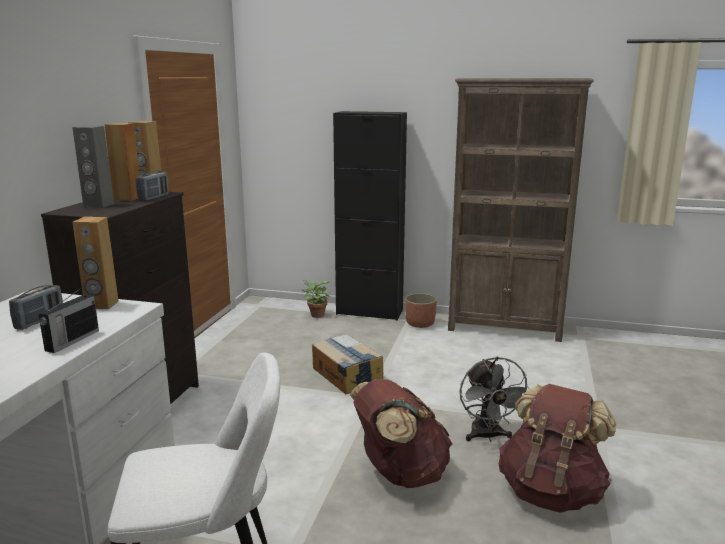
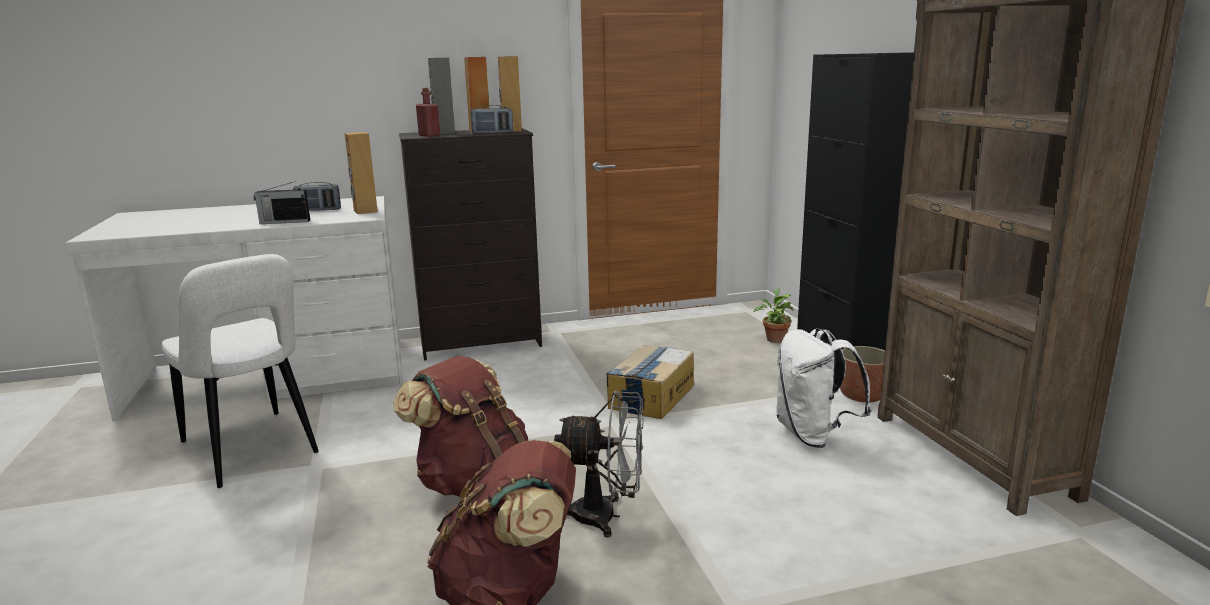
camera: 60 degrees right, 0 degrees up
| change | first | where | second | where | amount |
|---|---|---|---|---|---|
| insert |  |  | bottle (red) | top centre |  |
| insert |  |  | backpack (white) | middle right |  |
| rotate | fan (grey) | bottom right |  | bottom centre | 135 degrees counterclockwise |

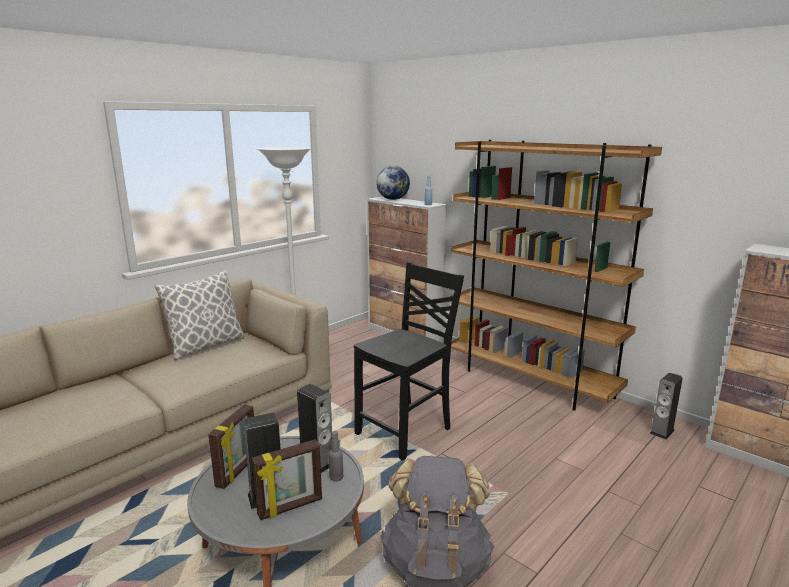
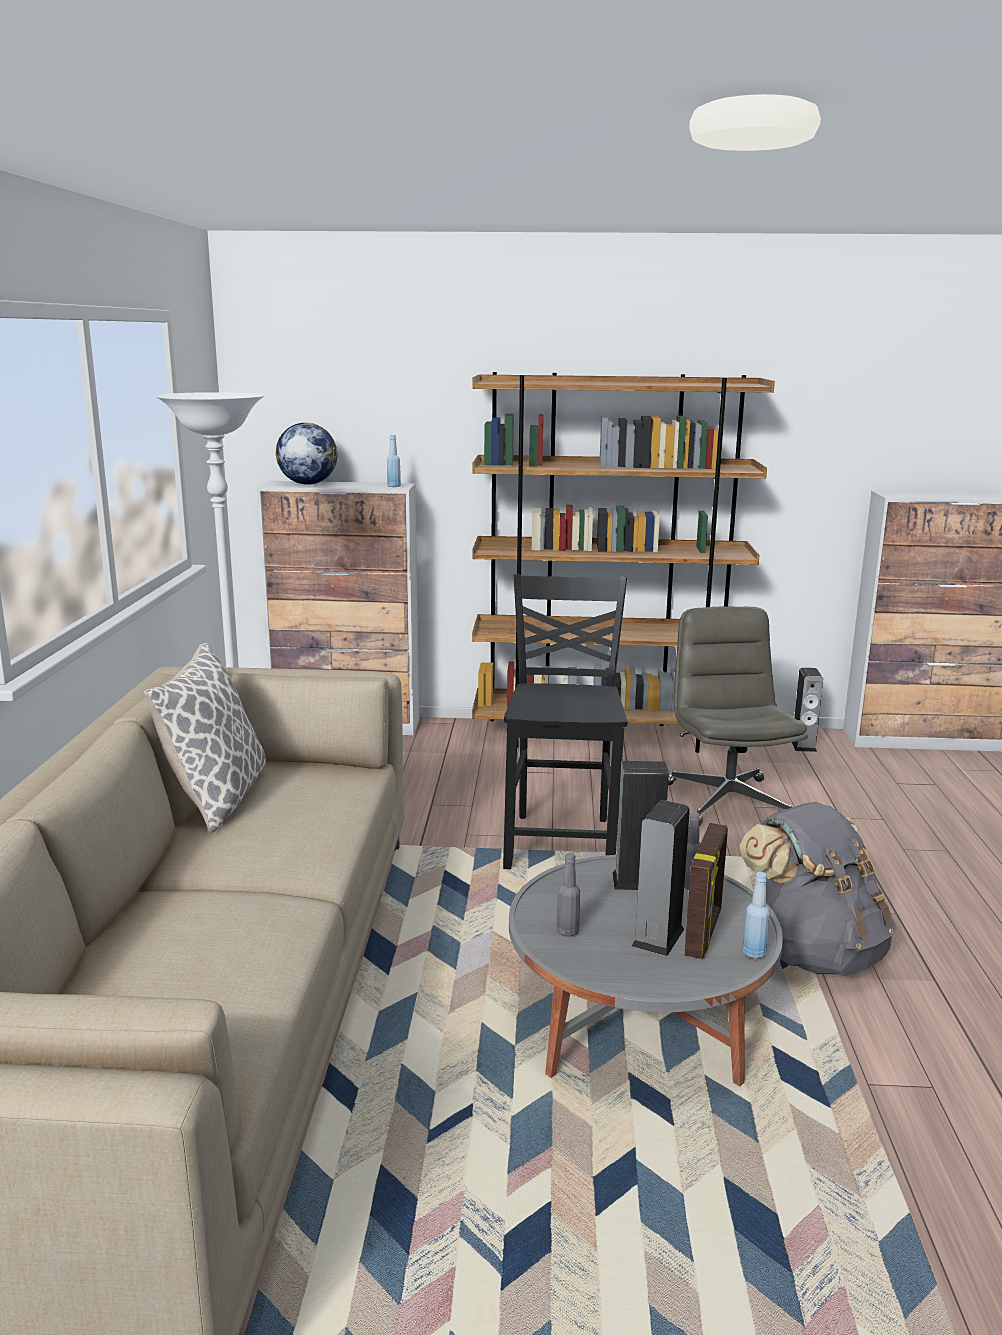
camera: 40 degrees left, 0 degrees up
| change | first | where | second | where | amount |
|---|---|---|---|---|---|
| insert |  |  | office chair (grey) | middle right |  |
| insert |  |  | bottle (blue) (2nd from left) | bottom right |  |
| replace | picture frame (1st from left) | bottom left | bottle (grey) (1st from left) | bottom centre |  |

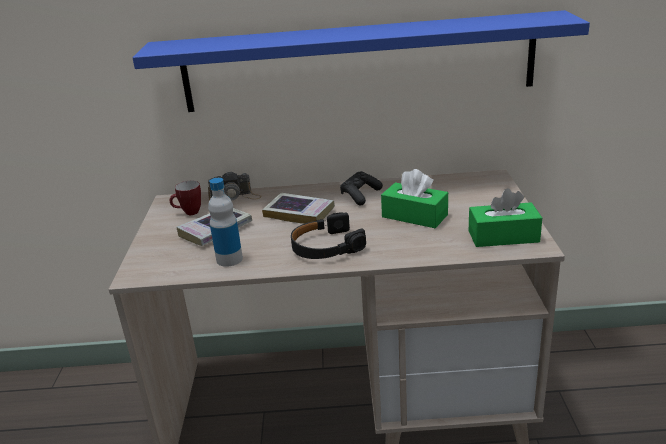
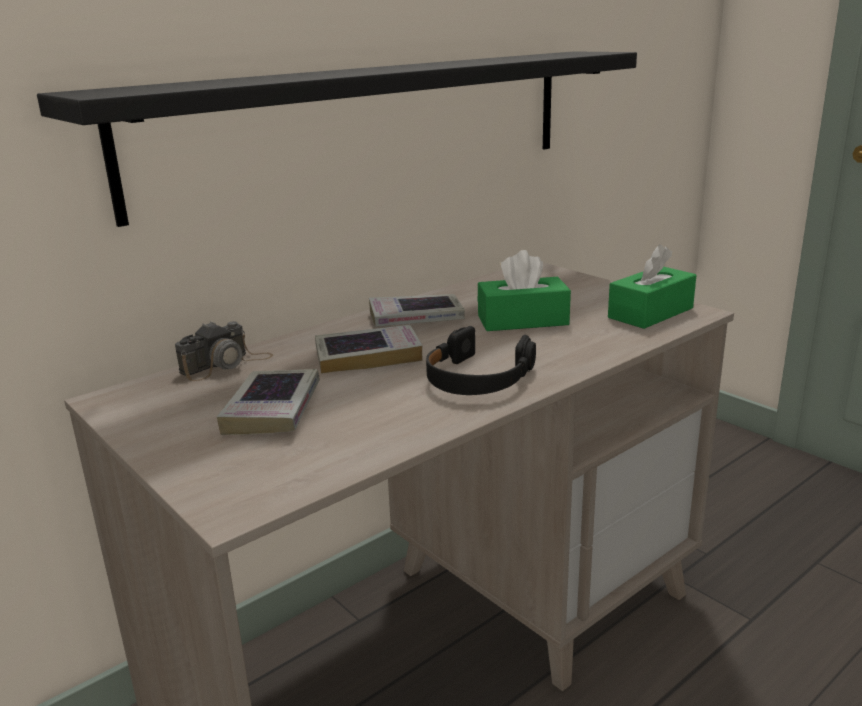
camera: 40 degrees left, 5 degrees down
| change | first | where | second | where | amount |
|---|---|---|---|---|---|
| delete | mug | middle left |  |  |  |
| delete | bottle | centre |  |  |  |
| replace | game controller (black) | centre | book (3rd from left) | centre |  |
| recolor | shelf (blue) | top centre | shelf (black) | top centre |  |

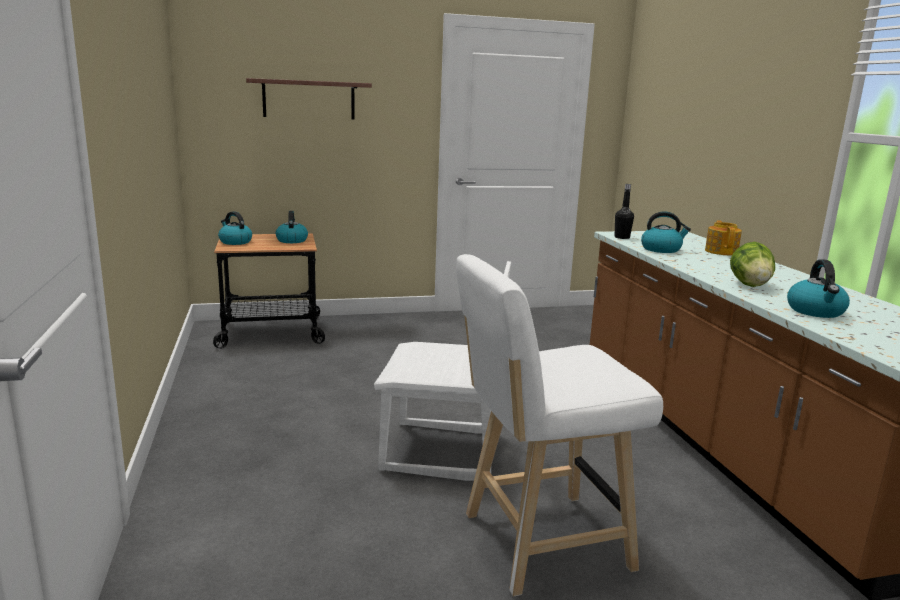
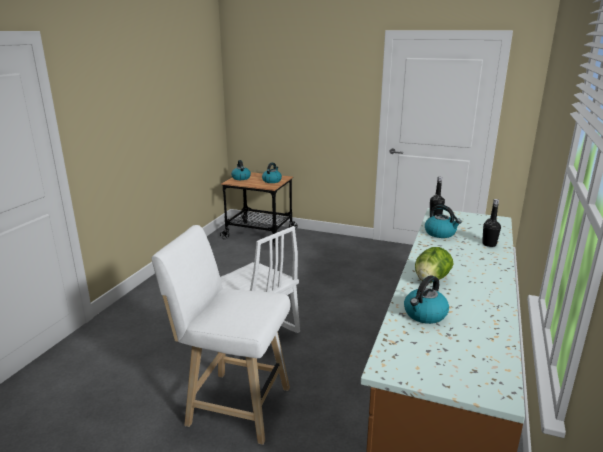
camera: 35 degrees right, 5 degrees up
| change | first | where | second | where | amount |
|---|---|---|---|---|---|
| delete | shelf | top centre |  |  |  |
| replace | teapot | middle right | bottle (black) (2nd from left) | middle right |  |

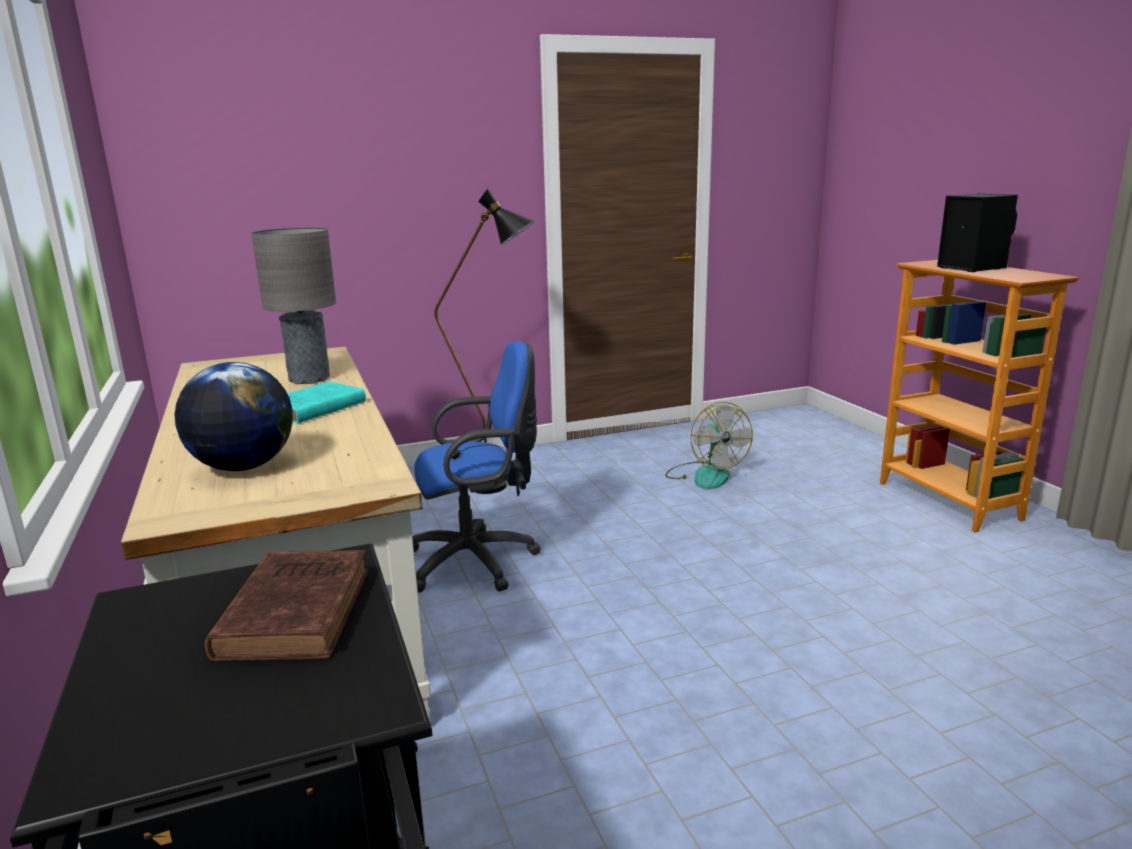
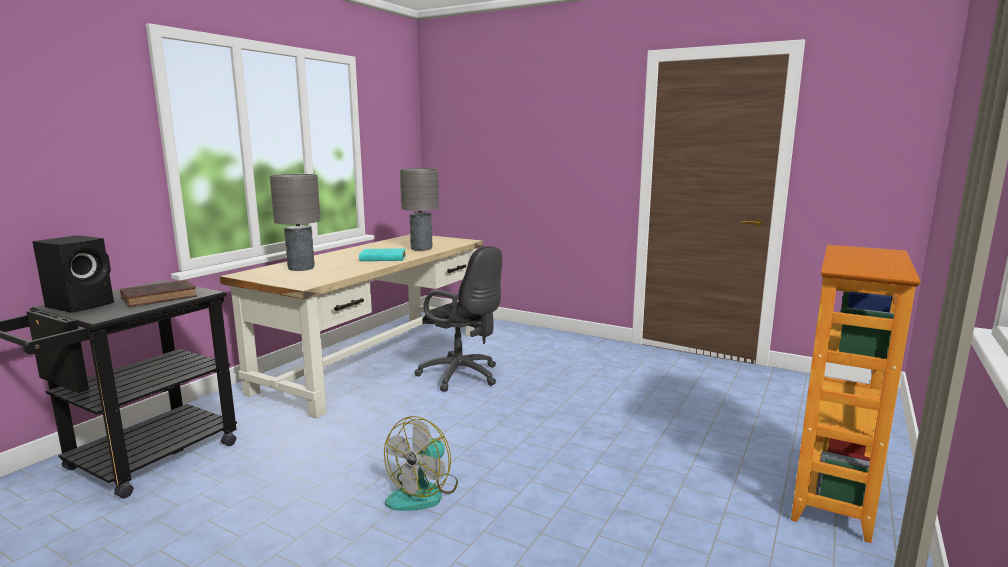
camera: 50 degrees right, 5 degrees down
| change | first | where | second | where | amount |
|---|---|---|---|---|---|
| delete | floor lamp (black) | centre |  |  |  |
| move | fan | centre |  | bottom centre |  |
| move | speaker (black) | top right |  | middle left |  |
| replace | globe | middle left | table lamp (grey) (1st from left) | middle left |  |
| recolor | office chair (blue) | centre | office chair (black) | centre |  |

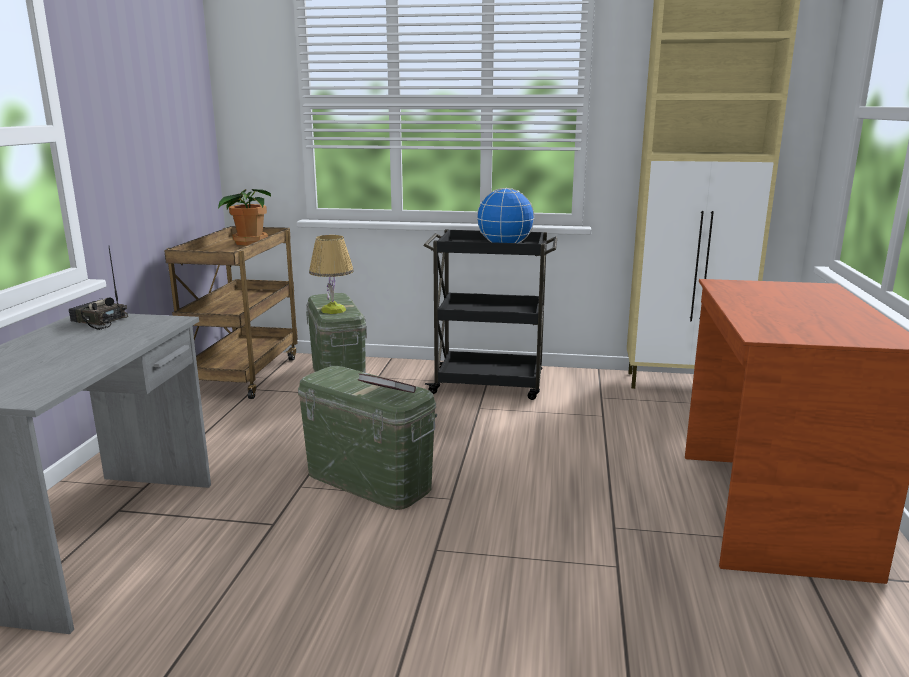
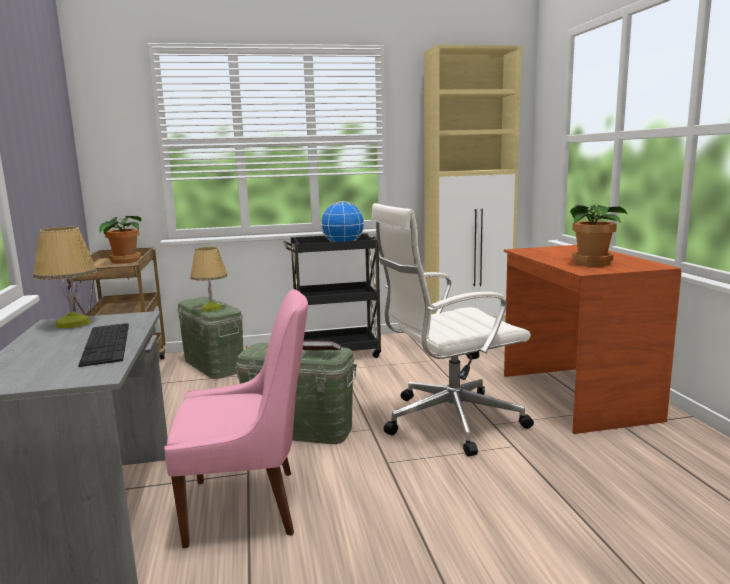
camera: 20 degrees left, 5 degrees down
| change | first | where | second | where | amount |
|---|---|---|---|---|---|
| insert |  |  | keyboard | middle left |  |
| insert |  |  | chair (pink) | bottom left |  |
| insert |  |  | office chair (white) | centre |  |
| insert |  |  | potted plant (2nd from left) | middle right |  |
| replace | radio | middle left | table lamp (1st from left) | middle left |  |

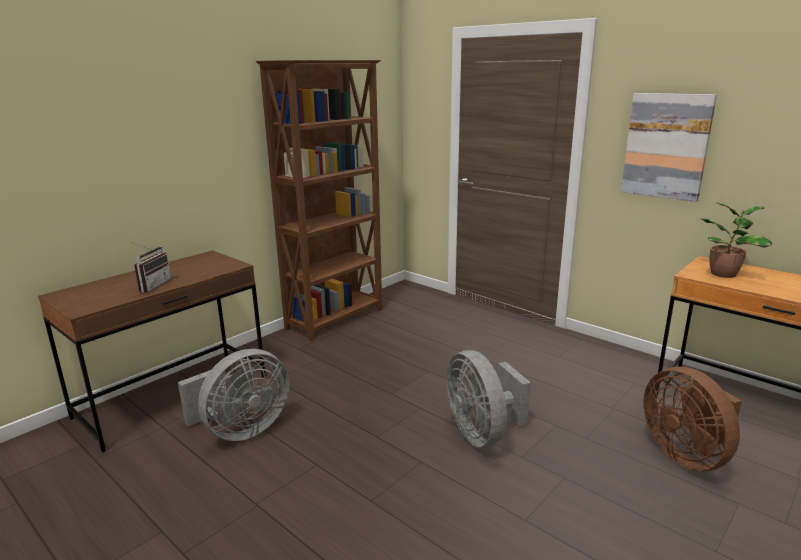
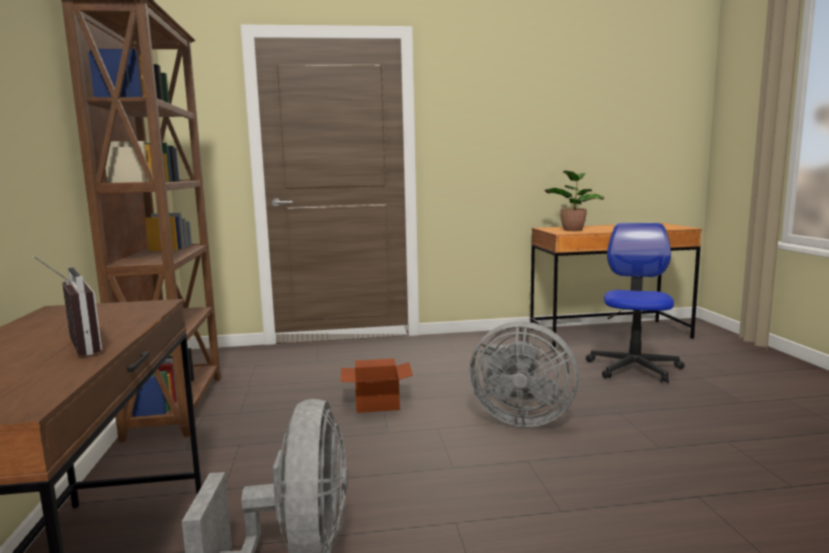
camera: 50 degrees left, 10 degrees down
| change | first | where | second | where | amount |
|---|---|---|---|---|---|
| delete | picture | top right |  |  |  |
| insert |  |  | cardboard box | bottom centre |  |
| replace | fan (brown) | bottom right | office chair | middle right |  |

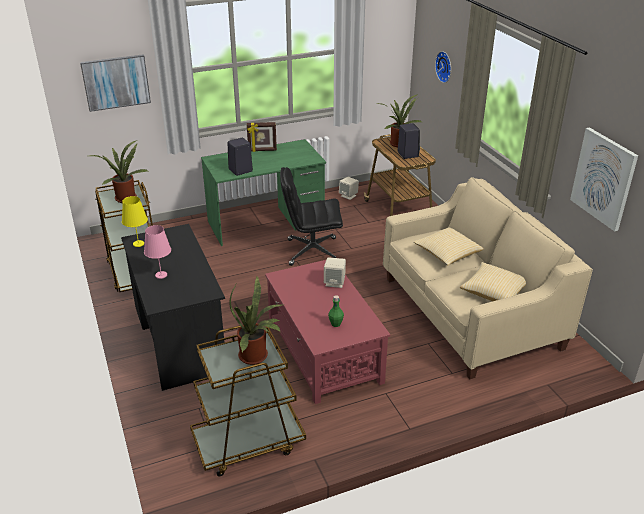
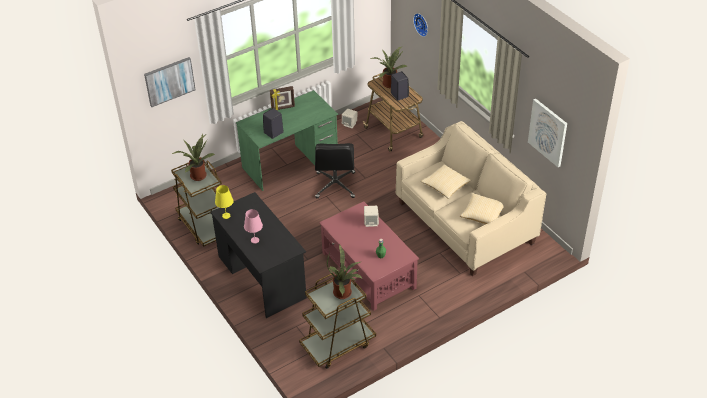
camera: 10 degrees left, 10 degrees up
| change | first | where | second | where | amount |
|---|---|---|---|---|---|
| rotate | office chair (black) | centre |  | centre | 75 degrees counterclockwise |

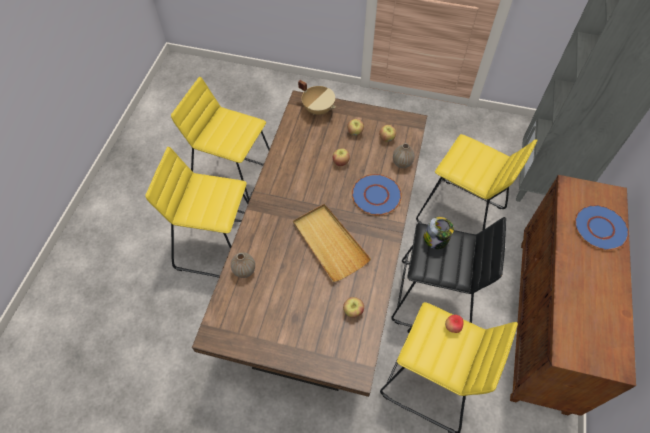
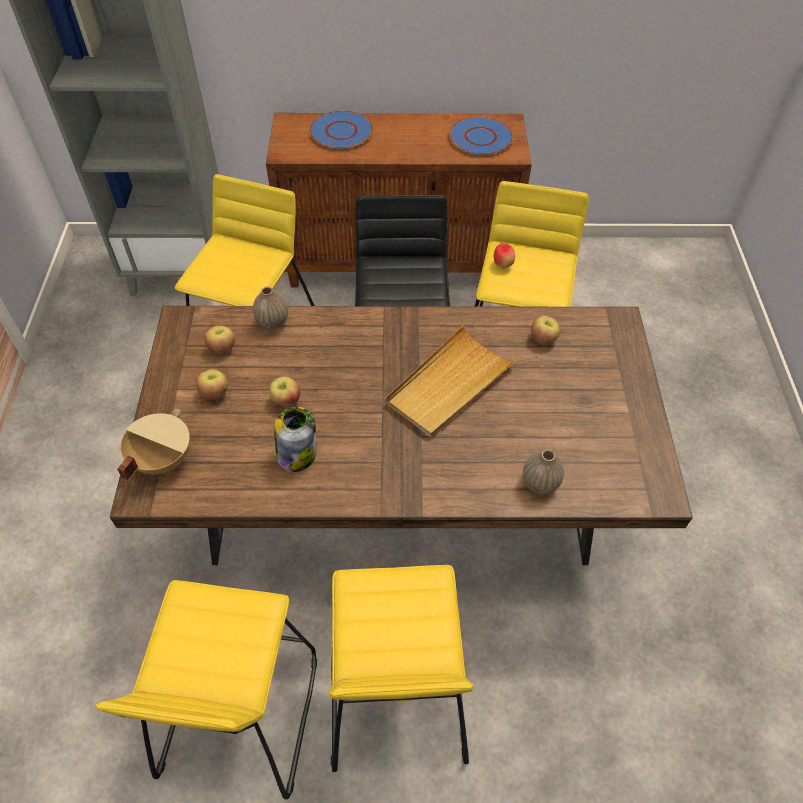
camera: 105 degrees left, 5 degrees down
| change | first | where | second | where | amount |
|---|---|---|---|---|---|
| move | plate (blue) (1st from left in the first image) | centre | plate (blue) (2nd from left) | top centre |  |
| move | jar | middle right |  | centre |  |

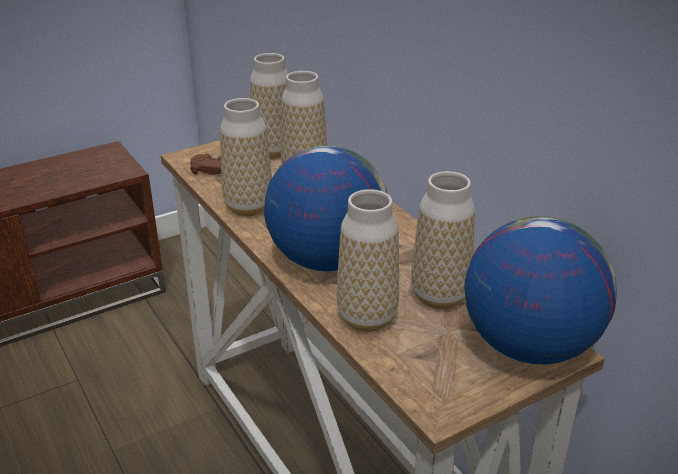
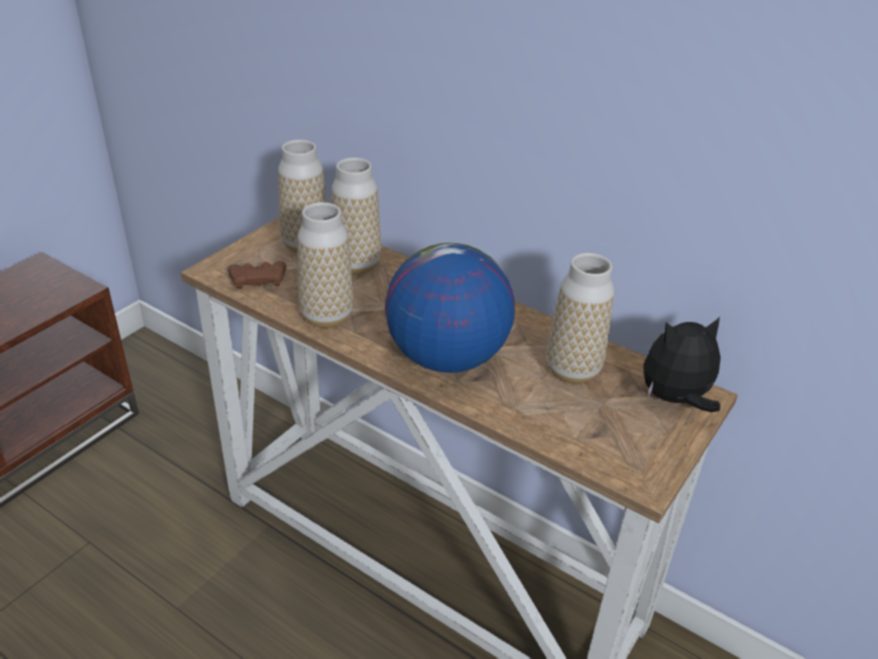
camera: 25 degrees left, 5 degrees up
| change | first | where | second | where | amount |
|---|---|---|---|---|---|
| delete | vase (4th from left) | centre |  |  |  |
| replace | globe (2nd from left) | middle right | plush toy | middle right |  |

